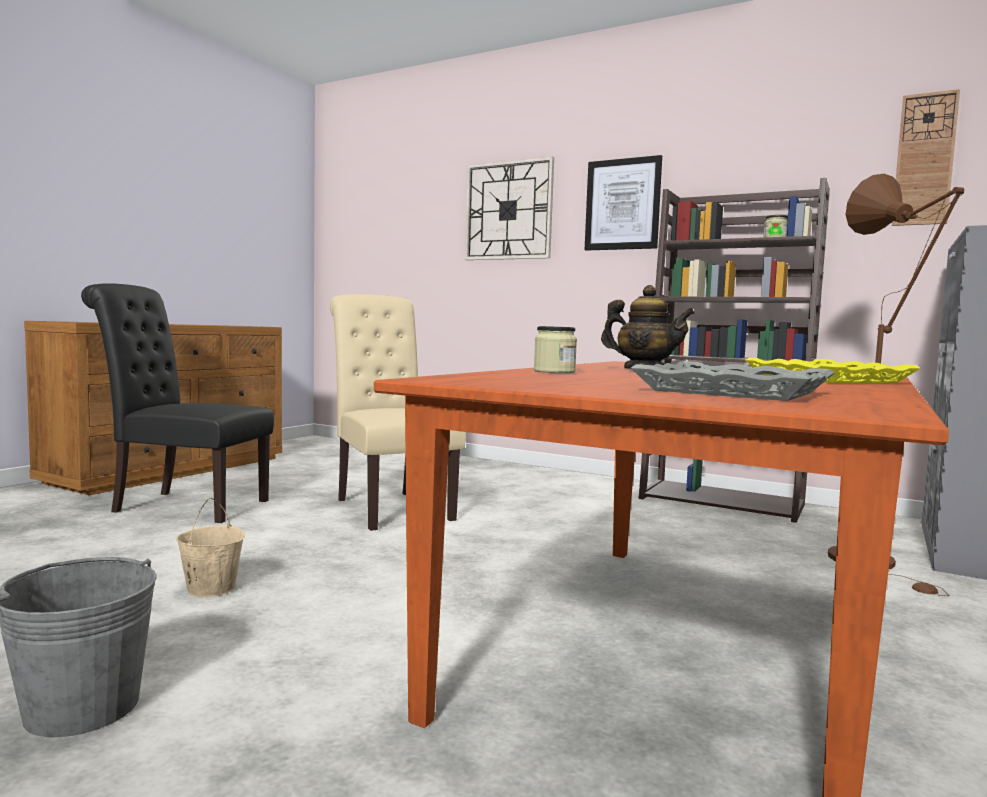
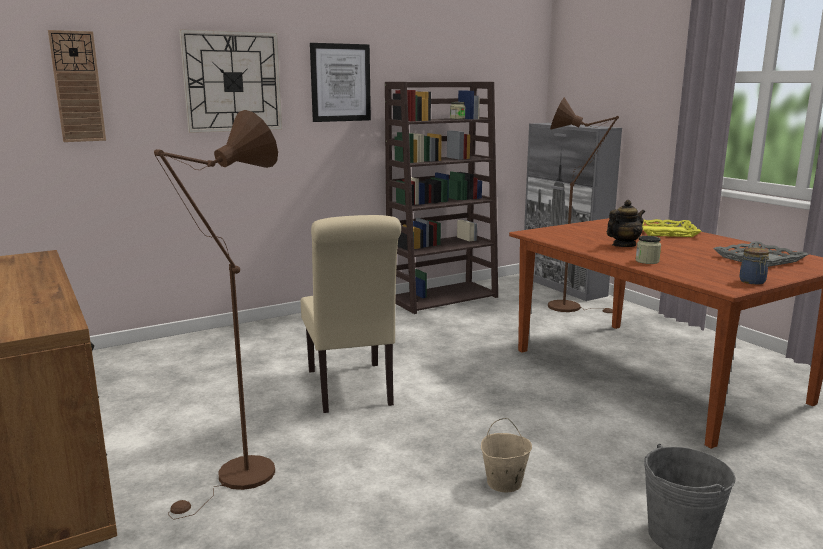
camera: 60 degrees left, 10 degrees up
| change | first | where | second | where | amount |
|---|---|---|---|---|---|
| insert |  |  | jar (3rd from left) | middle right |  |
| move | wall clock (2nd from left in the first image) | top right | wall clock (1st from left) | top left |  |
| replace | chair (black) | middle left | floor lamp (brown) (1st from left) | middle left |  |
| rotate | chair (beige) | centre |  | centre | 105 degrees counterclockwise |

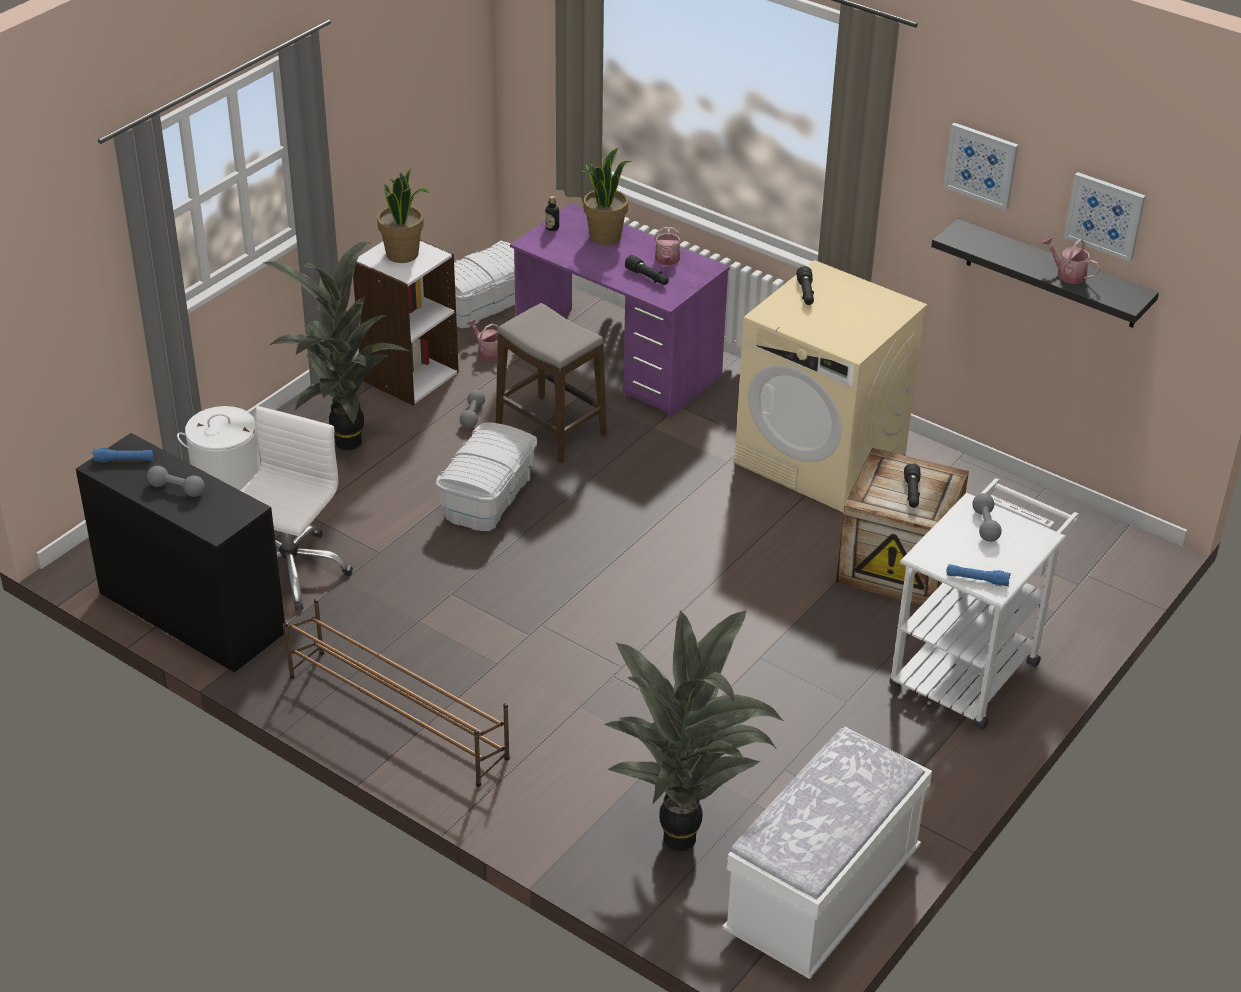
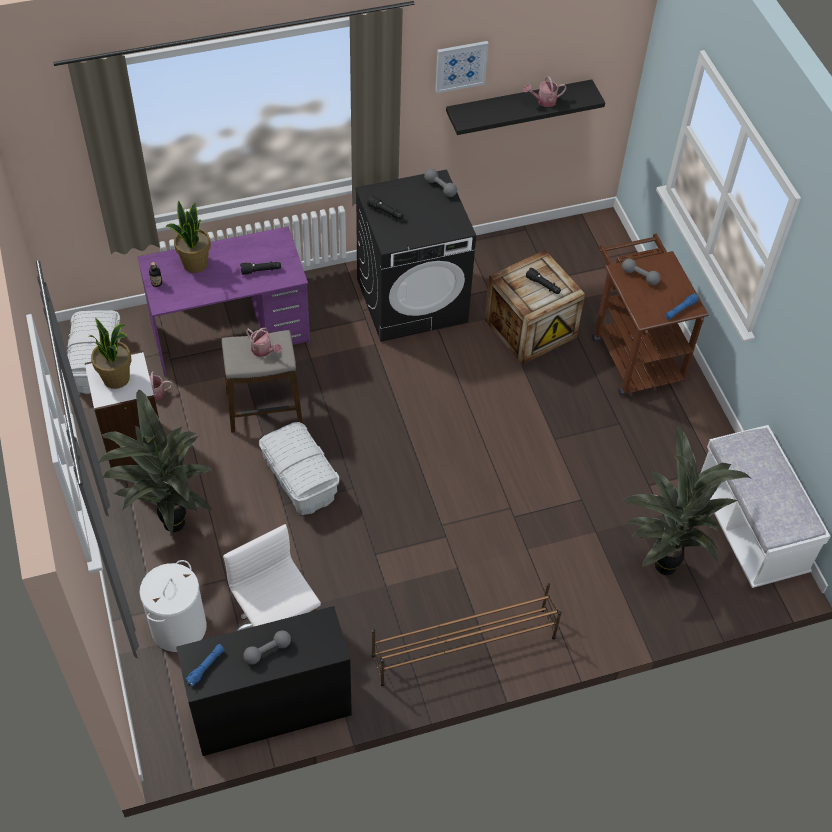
camera: 55 degrees left, 15 degrees up
| change | first | where | second | where | amount |
|---|---|---|---|---|---|
| delete | picture (2nd from left) | top right |  |  |  |
| move | dumbbell (grey) (2nd from left) | centre |  | top centre |  |
| move | watering can (2nd from left) | top centre |  | middle left |  |
| recolor | washing machine (beige) | middle right | washing machine (black) | top centre |  |
| recolor | cart (white) | middle right | cart (brown) | middle right |  |

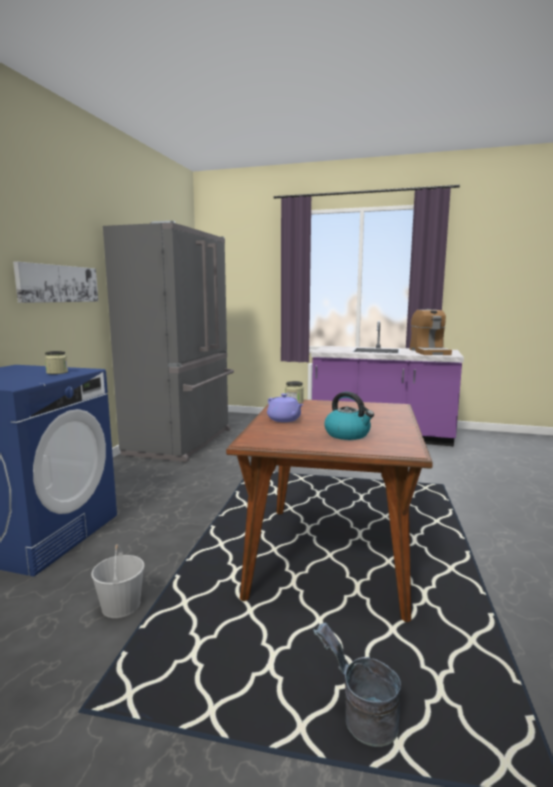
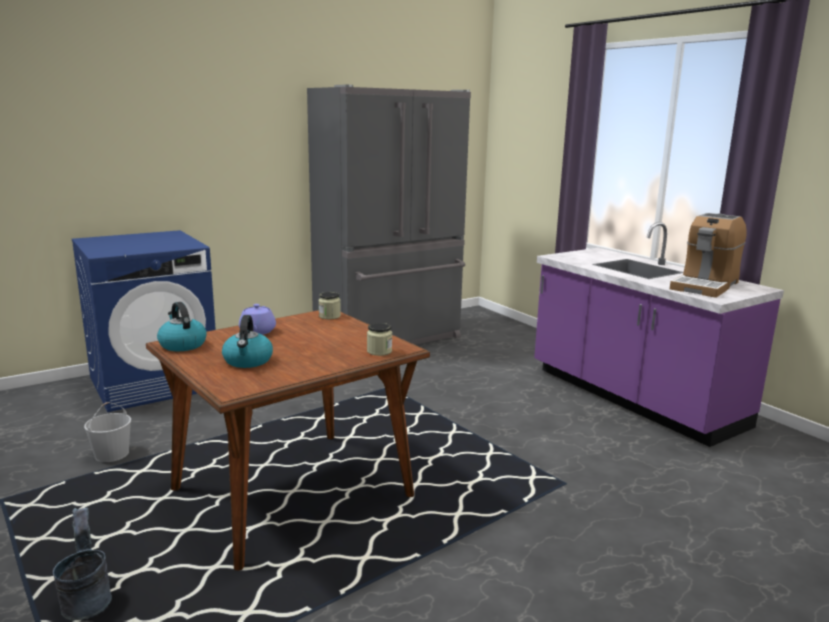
camera: 40 degrees right, 5 degrees up
| change | first | where | second | where | amount |
|---|---|---|---|---|---|
| delete | picture | middle left |  |  |  |
| insert |  |  | kettle (1st from left) | middle left |  |
| move | jar (1st from left in the first image) | middle left | jar (2nd from left) | centre |  |

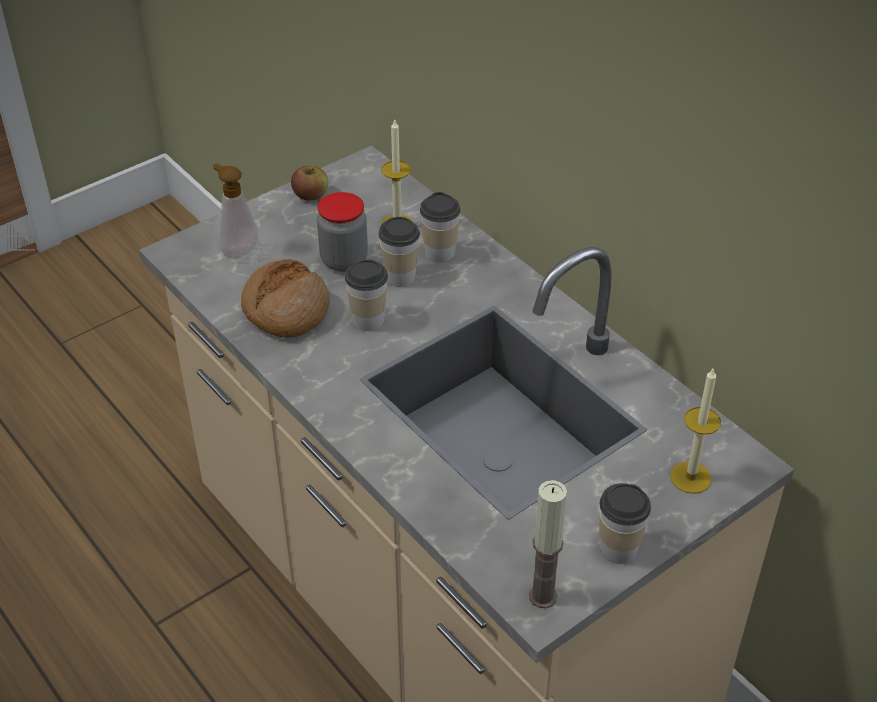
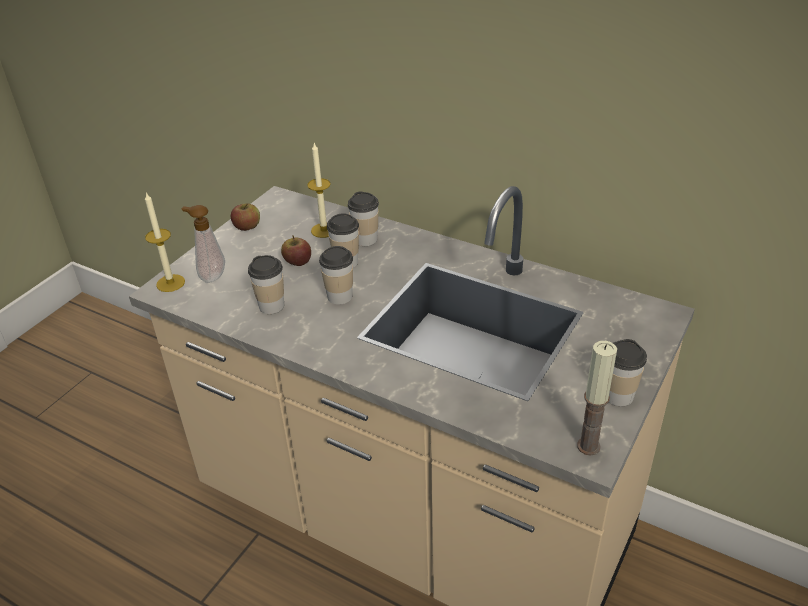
camera: 20 degrees left, 5 degrees down
| change | first | where | second | where | amount |
|---|---|---|---|---|---|
| move | candle (3rd from left in the first image) | middle right | candle (1st from left) | middle left |  |
| replace | bread | middle left | cup (1st from left) | middle left |  |
| replace | jar | top centre | apple (2nd from left) | centre |  |

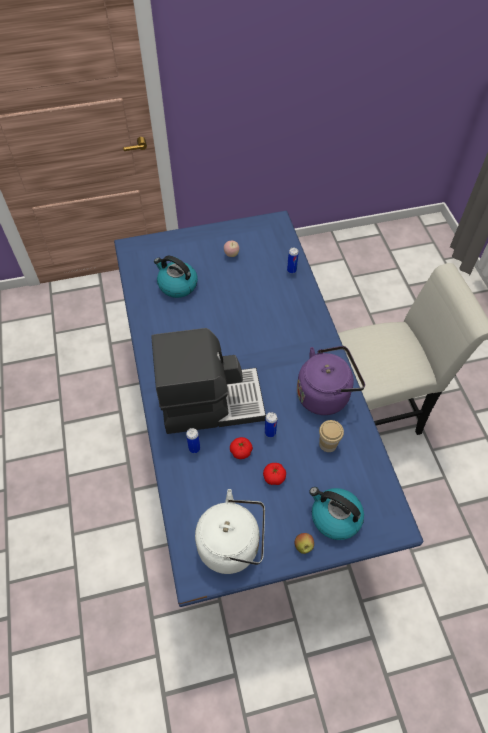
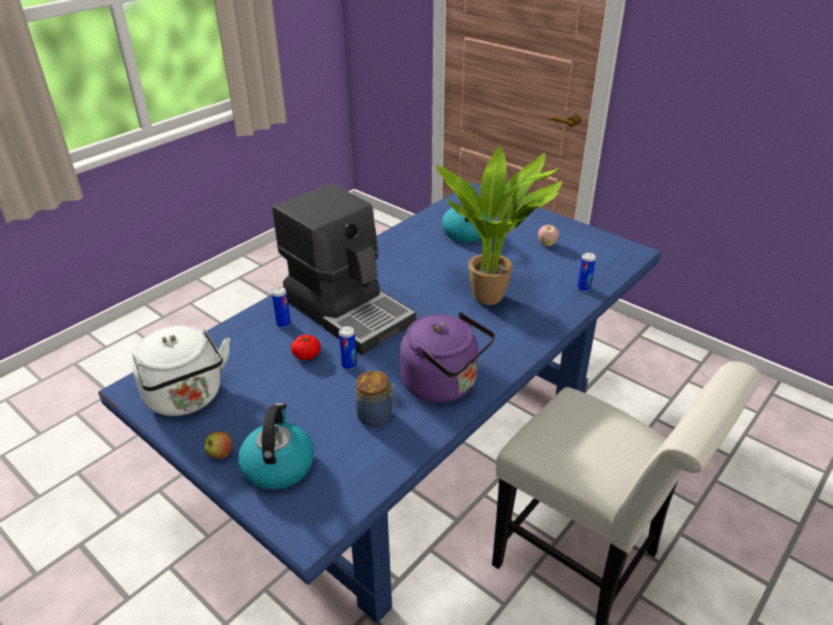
camera: 55 degrees right, 20 degrees down
| change | first | where | second | where | amount |
|---|---|---|---|---|---|
| delete | tomato (2nd from left) | centre |  |  |  |
| insert |  |  | potted plant | centre |  |
| replace | cup | middle right | jar | centre |  |

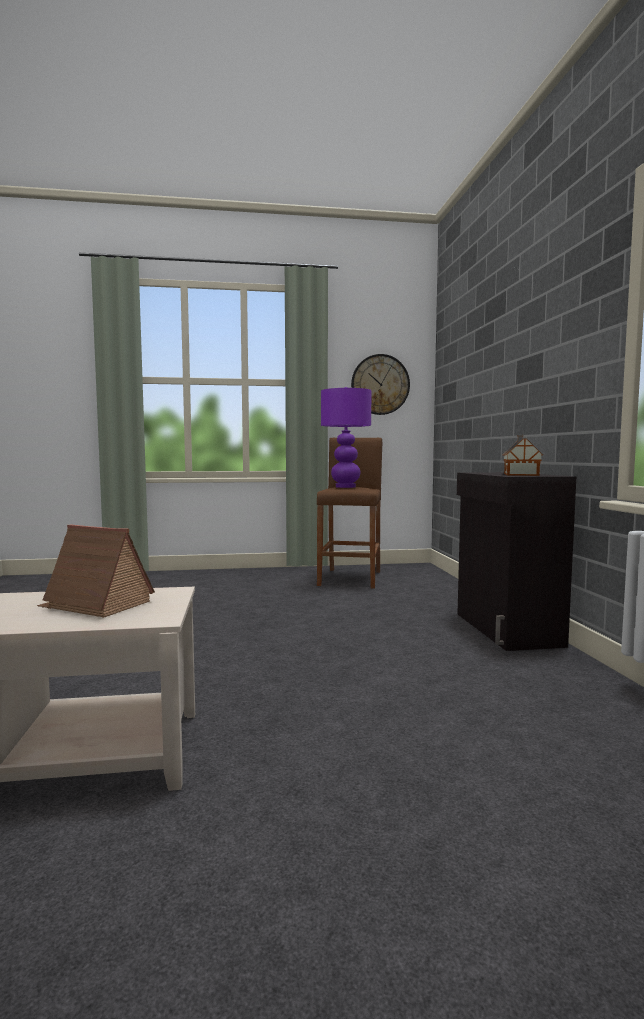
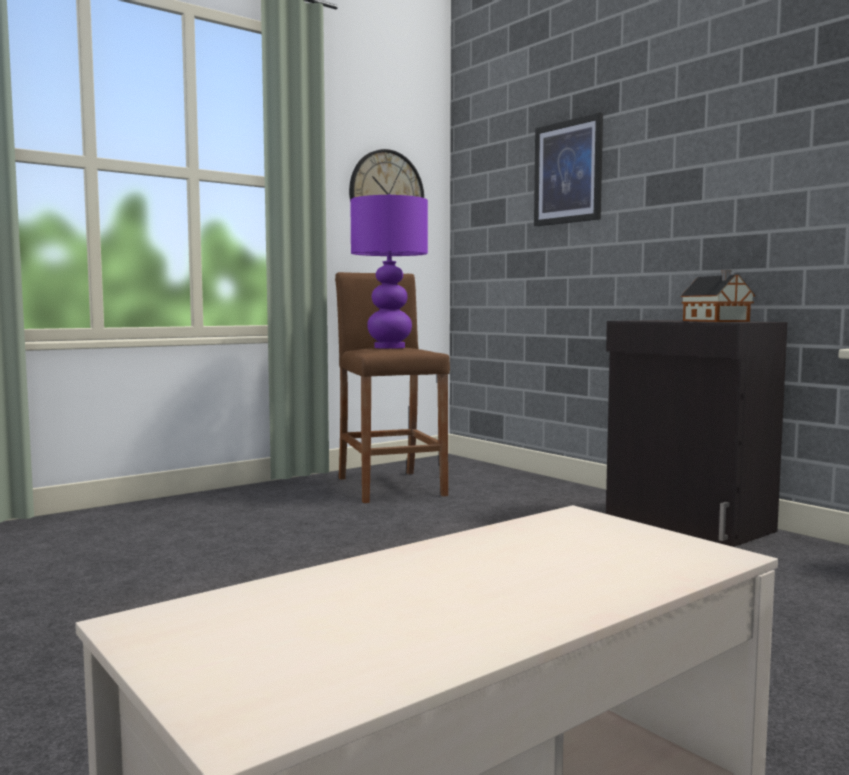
camera: 30 degrees left, 0 degrees up
| change | first | where | second | where | amount |
|---|---|---|---|---|---|
| delete | toy house (1st from left) | middle left |  |  |  |
| insert |  |  | picture | top right |  |

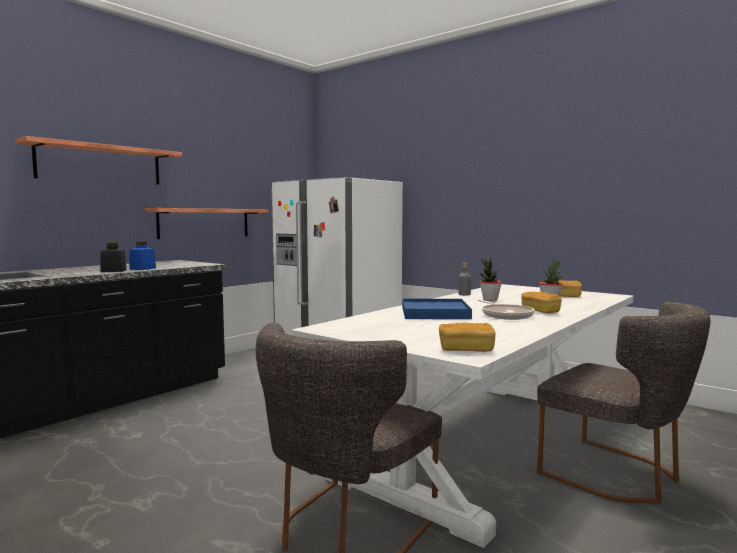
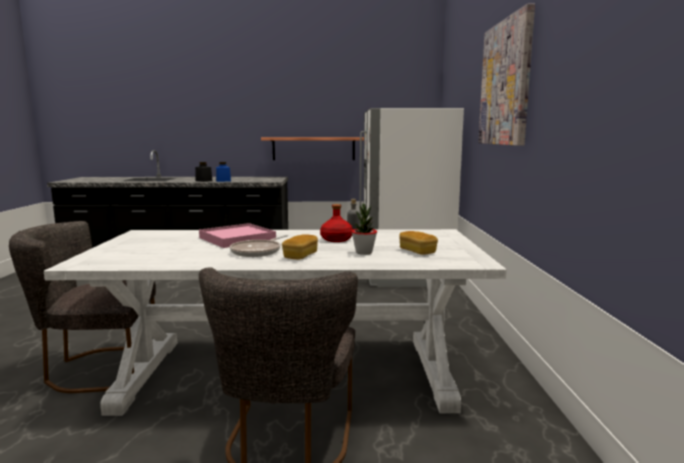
camera: 50 degrees right, 5 degrees up
| change | first | where | second | where | amount |
|---|---|---|---|---|---|
| delete | shelf (1st from left) | top left |  |  |  |
| delete | bread (1st from left) | centre |  |  |  |
| insert |  |  | picture | top right |  |
| replace | potted plant (1st from left) | centre | bottle (red) | centre |  |
| recolor | tray (blue) | centre | tray (pink) | centre |  |

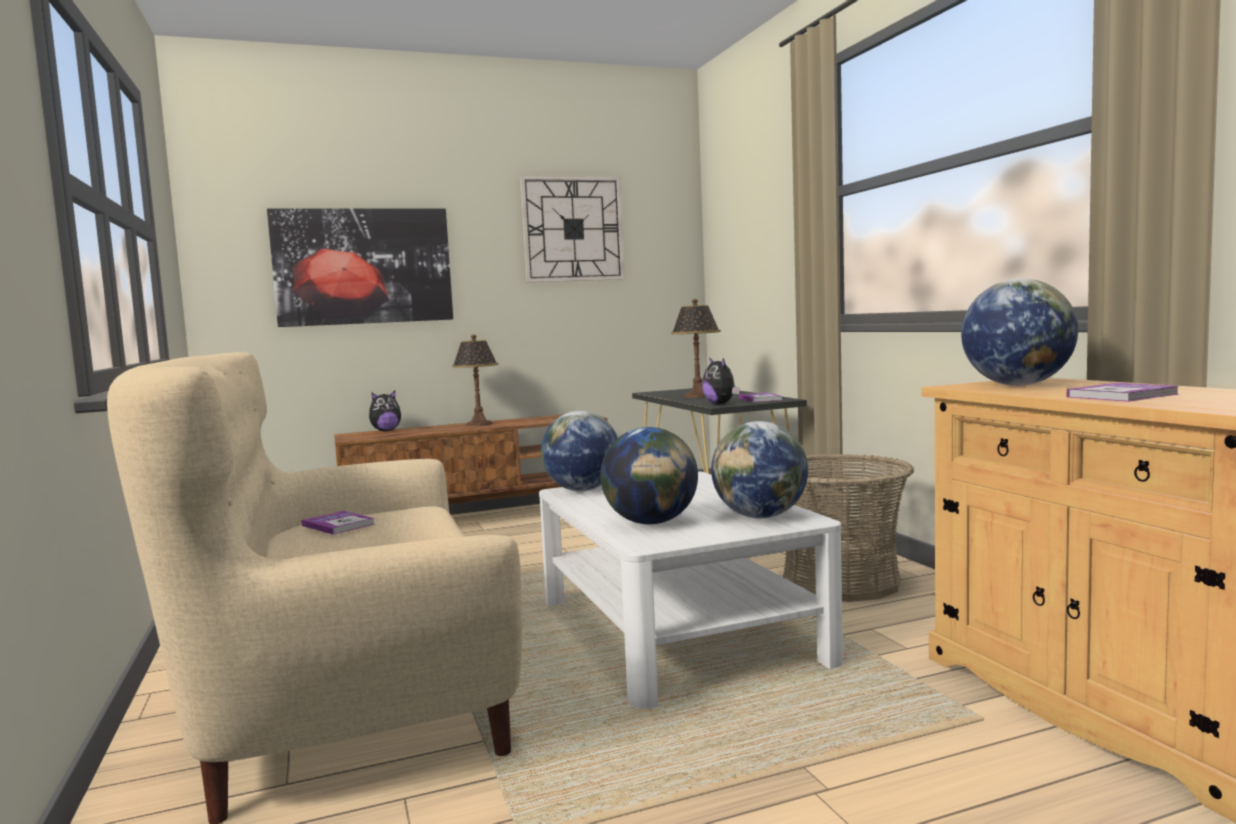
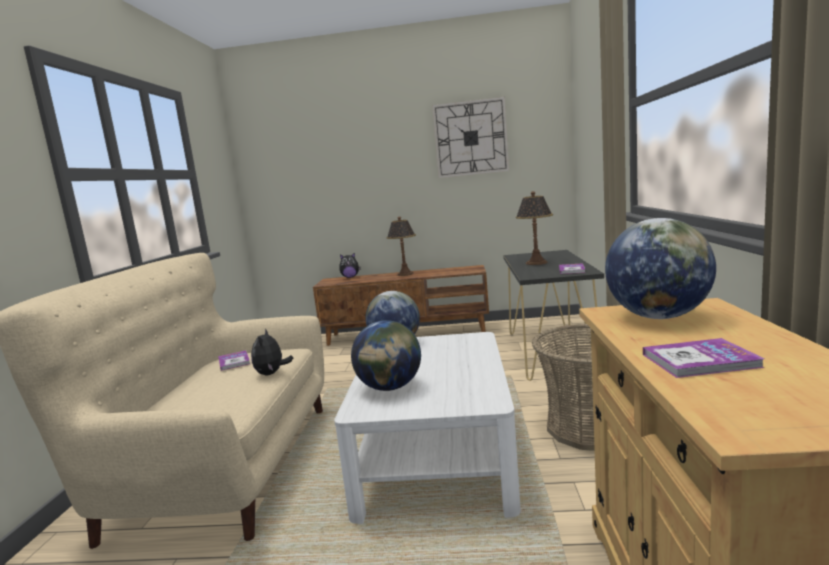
camera: 25 degrees right, 5 degrees up
| change | first | where | second | where | amount |
|---|---|---|---|---|---|
| delete | picture | top left |  |  |  |
| delete | globe (3rd from left) | centre |  |  |  |
| move | plush toy (2nd from left in the first image) | centre | plush toy (1st from left) | middle left |  |

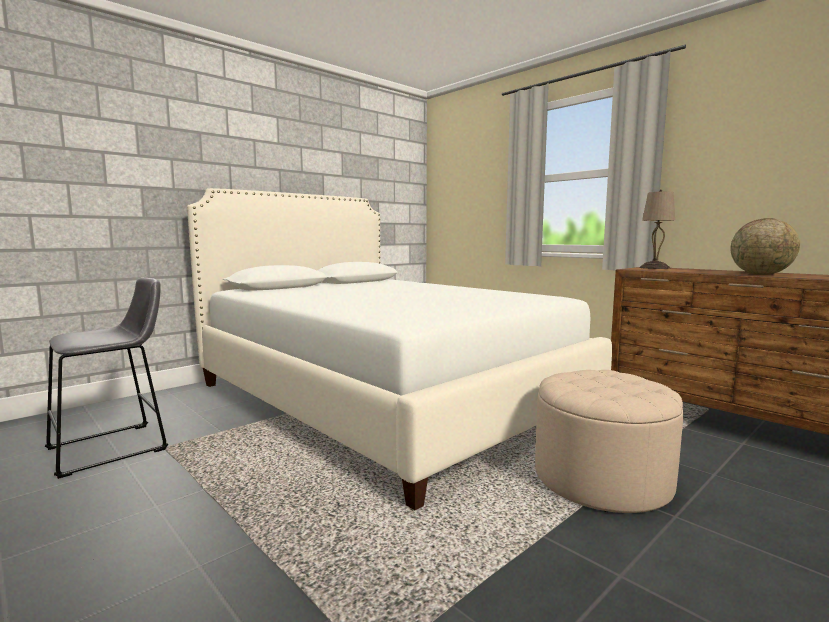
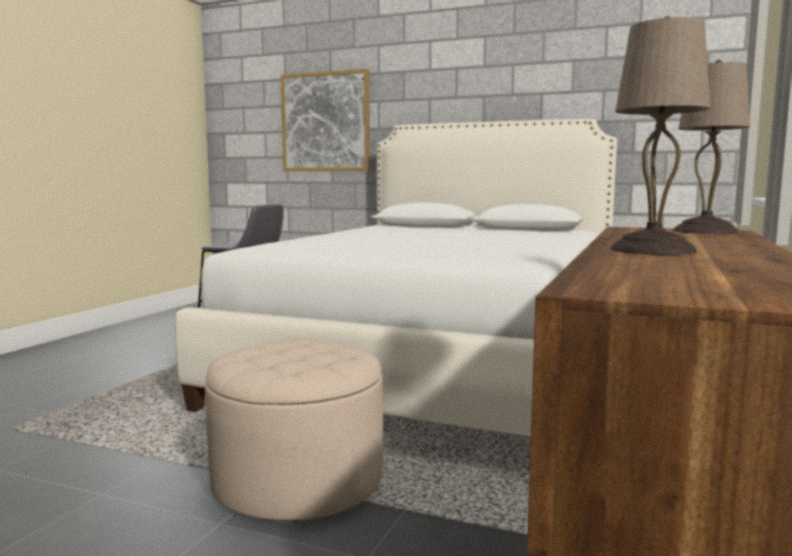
camera: 65 degrees right, 0 degrees up
| change | first | where | second | where | amount |
|---|---|---|---|---|---|
| insert |  |  | picture | top centre |  |
| replace | globe | middle right | table lamp (beige) (1st from left) | top right |  |

